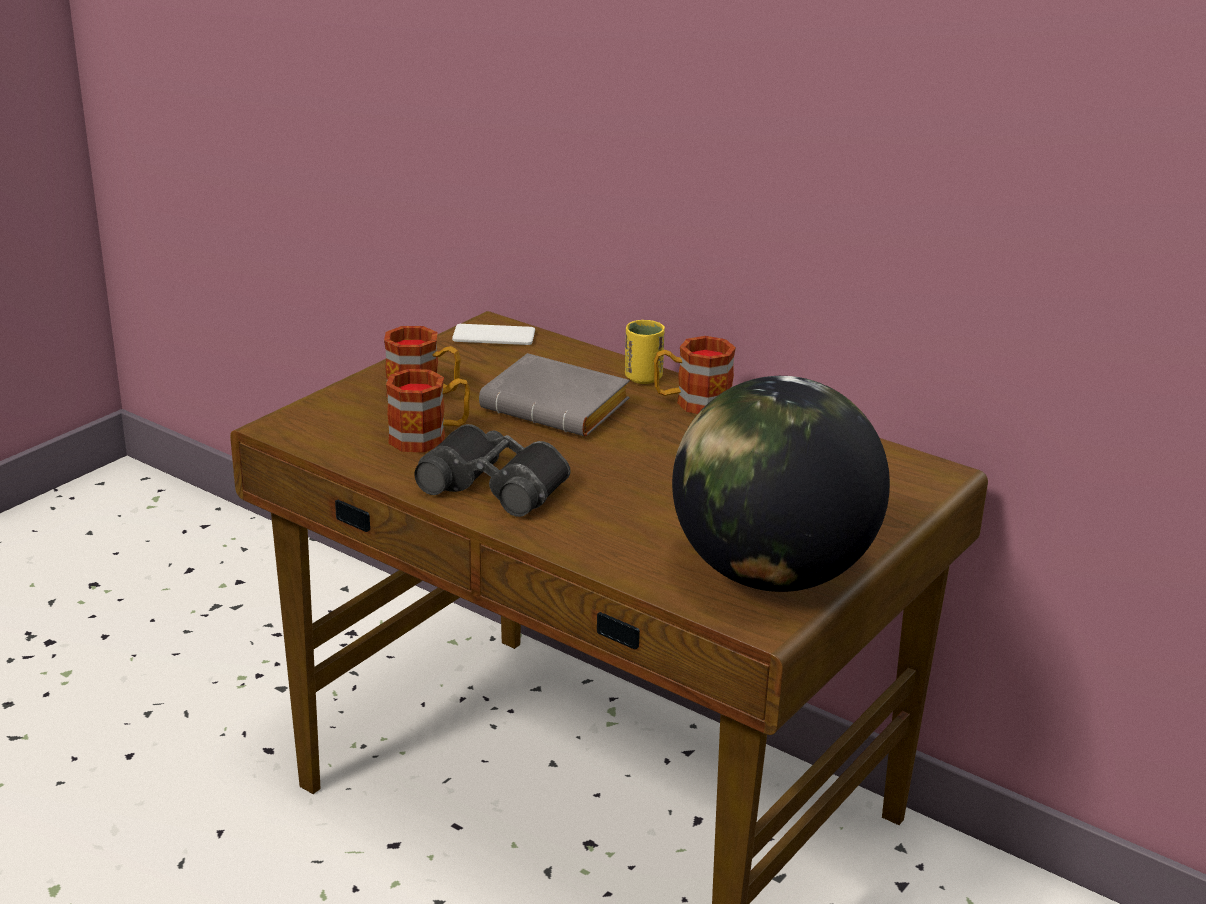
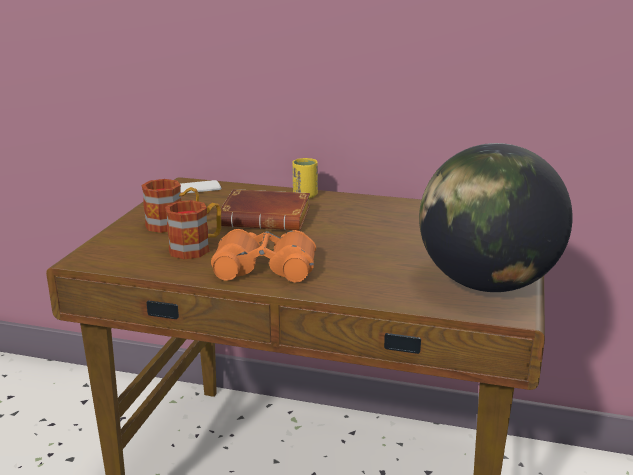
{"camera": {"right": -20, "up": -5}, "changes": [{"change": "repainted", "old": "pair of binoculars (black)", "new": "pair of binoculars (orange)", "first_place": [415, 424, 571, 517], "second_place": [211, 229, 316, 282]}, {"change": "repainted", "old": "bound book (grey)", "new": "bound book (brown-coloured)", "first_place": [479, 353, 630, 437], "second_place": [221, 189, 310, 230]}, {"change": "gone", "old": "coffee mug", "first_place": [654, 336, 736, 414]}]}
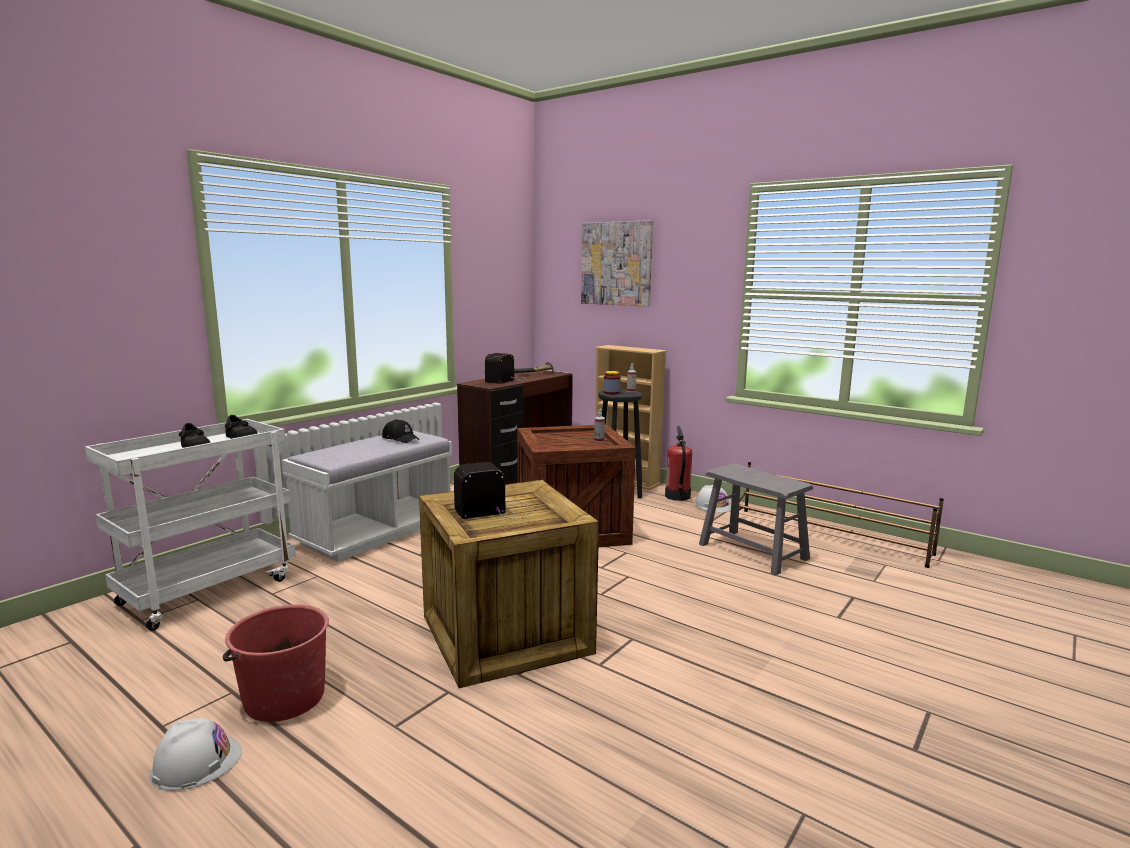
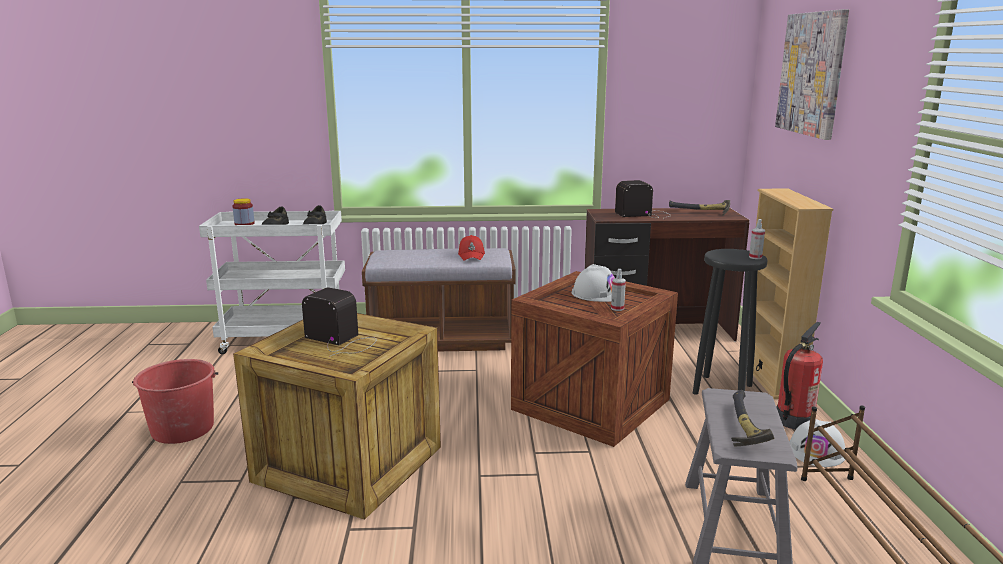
{"camera": {"right": 50, "up": 5}, "changes": [{"change": "shifted", "old": "jar", "first_place": [603, 371, 621, 394], "second_place": [233, 198, 255, 225]}, {"change": "repainted", "old": "bench (whitish)", "new": "bench (brown-coloured)", "first_place": [282, 431, 452, 562], "second_place": [362, 248, 516, 351]}, {"change": "repainted", "old": "baseball cap (black)", "new": "baseball cap (red)", "first_place": [382, 419, 419, 443], "second_place": [458, 235, 485, 261]}, {"change": "shifted", "old": "work helmet (whitish)", "first_place": [150, 718, 242, 791], "second_place": [572, 264, 615, 302]}, {"change": "new", "new": "hammer", "second_place": [731, 390, 774, 446]}]}
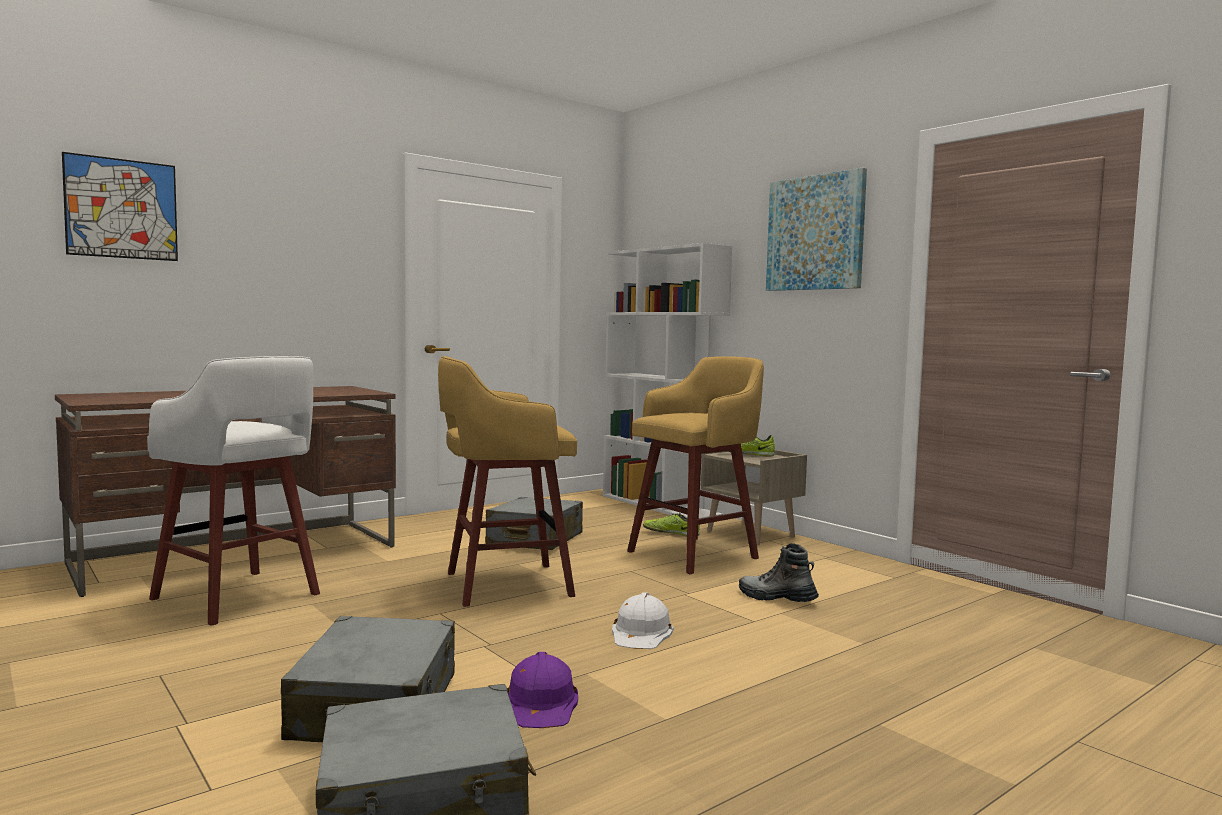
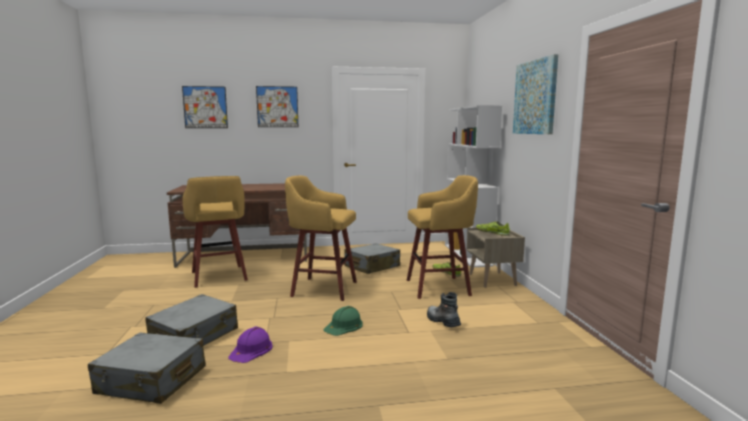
{"camera": {"right": 30, "up": 5}, "changes": [{"change": "repainted", "old": "stool seat (whitish)", "new": "stool seat (yellow-coloured)", "first_place": [147, 356, 320, 626], "second_place": [183, 176, 248, 288]}, {"change": "new", "new": "picture", "second_place": [256, 86, 298, 127]}, {"change": "repainted", "old": "work helmet (whitish)", "new": "work helmet (green)", "first_place": [612, 592, 674, 649], "second_place": [323, 306, 363, 336]}]}
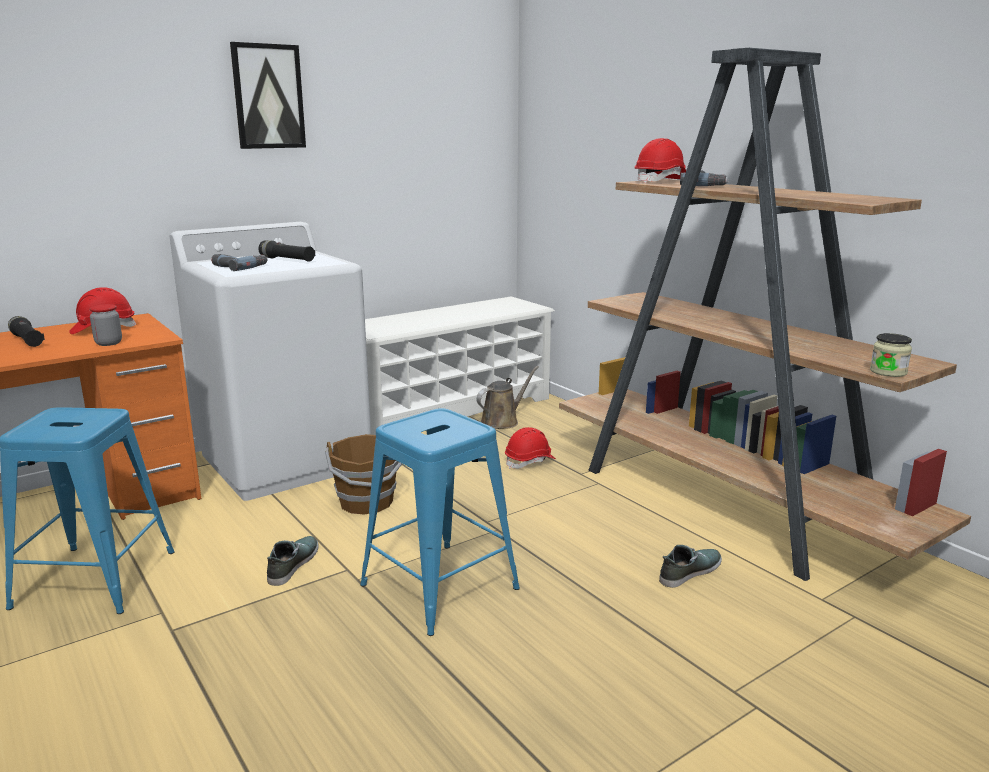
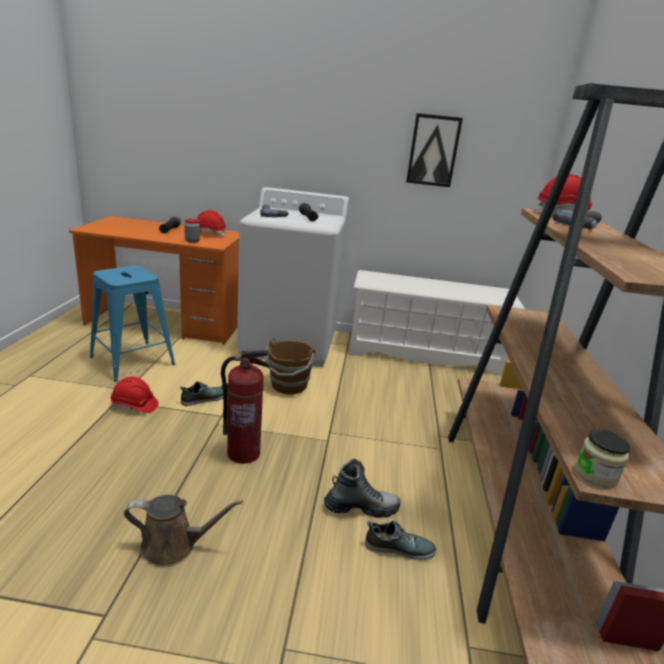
{"camera": {"right": 40, "up": 5}, "changes": [{"change": "shifted", "old": "work helmet (red)", "first_place": [505, 427, 556, 469], "second_place": [110, 377, 159, 413]}, {"change": "shifted", "old": "sprinkling can (brown-coloured)", "first_place": [476, 366, 539, 429], "second_place": [124, 495, 243, 568]}, {"change": "swapped", "old": "stool seat (blue)", "new": "extinguisher", "first_place": [360, 408, 520, 636], "second_place": [221, 350, 270, 464]}, {"change": "new", "new": "tall boot", "second_place": [324, 459, 400, 518]}, {"change": "shifted", "old": "picture", "first_place": [230, 42, 306, 149], "second_place": [406, 113, 463, 187]}]}
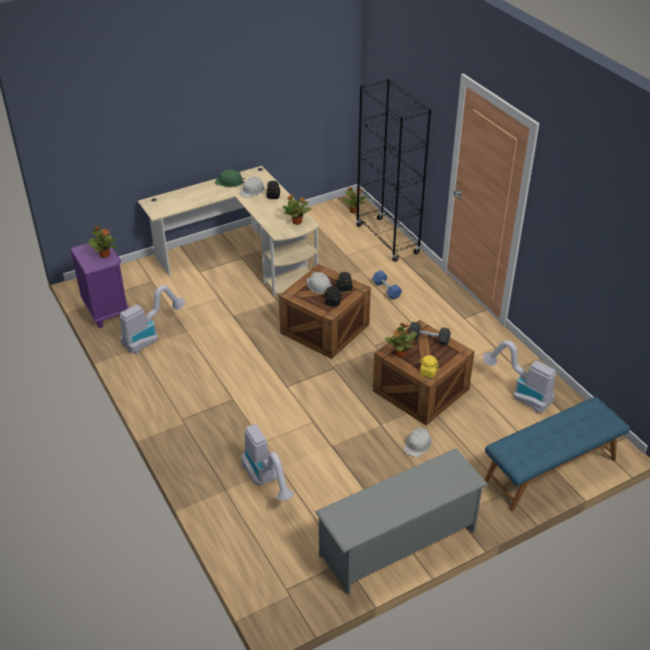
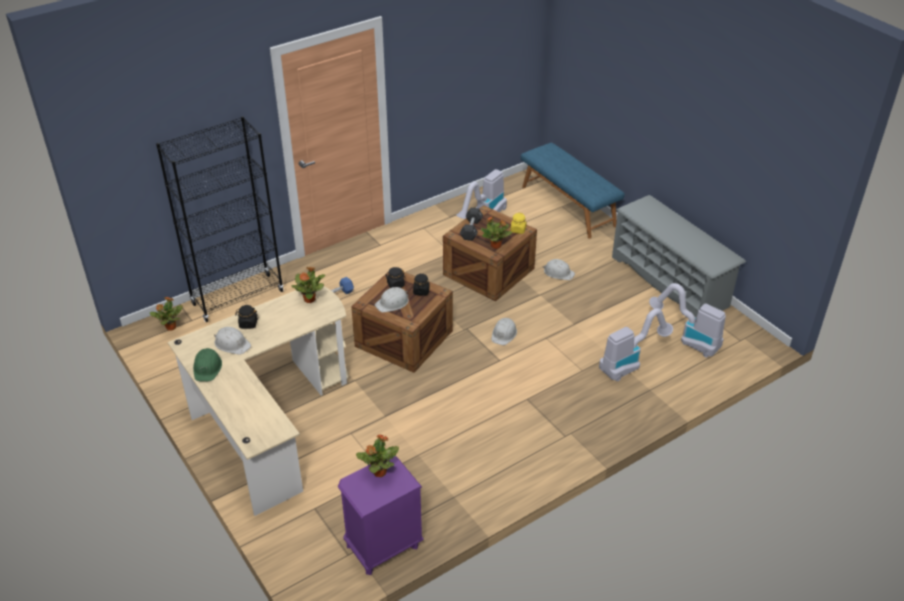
{"camera": {"right": -95, "up": 0}, "changes": [{"change": "new", "new": "work helmet (whitish)", "second_place": [491, 318, 517, 345]}, {"change": "shifted", "old": "vacuum cleaner", "first_place": [120, 285, 185, 354], "second_place": [649, 283, 726, 357]}]}
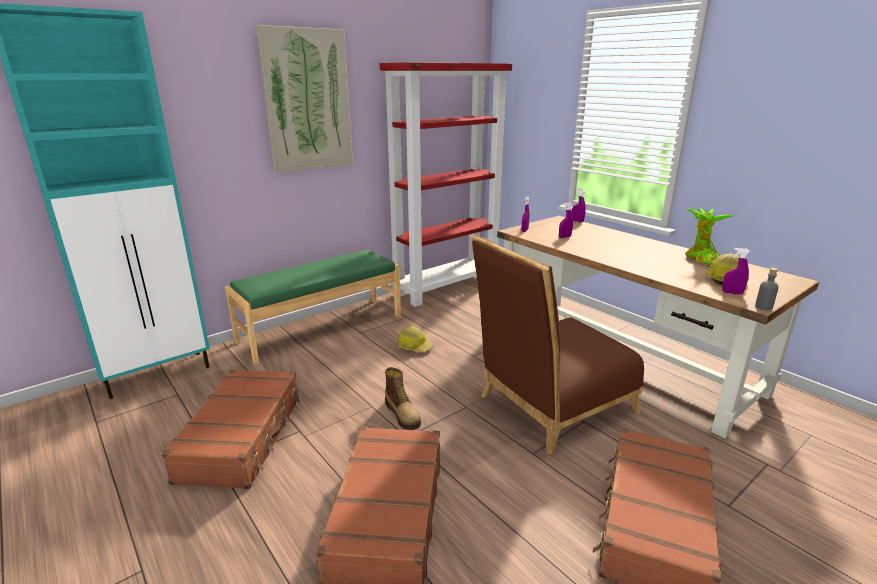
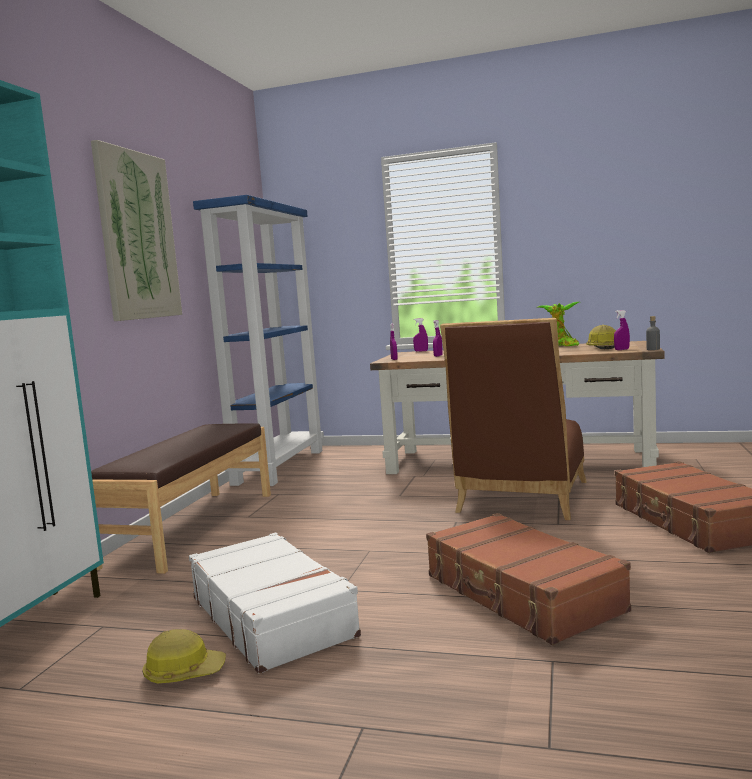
{"camera": {"right": -35, "up": -15}, "changes": [{"change": "repainted", "old": "bench (green)", "new": "bench (brown-coloured)", "first_place": [225, 250, 401, 365], "second_place": [91, 423, 271, 574]}, {"change": "shifted", "old": "work helmet", "first_place": [397, 326, 434, 352], "second_place": [142, 629, 226, 683]}, {"change": "repainted", "old": "travel case (brown-coloured)", "new": "travel case (whitish)", "first_place": [161, 369, 300, 489], "second_place": [189, 533, 361, 674]}, {"change": "repainted", "old": "shelving unit (red)", "new": "shelving unit (blue)", "first_place": [380, 62, 512, 307], "second_place": [193, 195, 324, 486]}, {"change": "gone", "old": "tall boot", "first_place": [385, 367, 421, 430]}]}
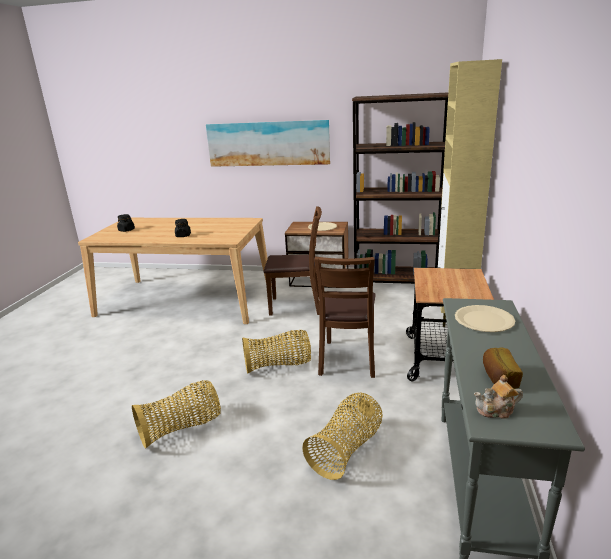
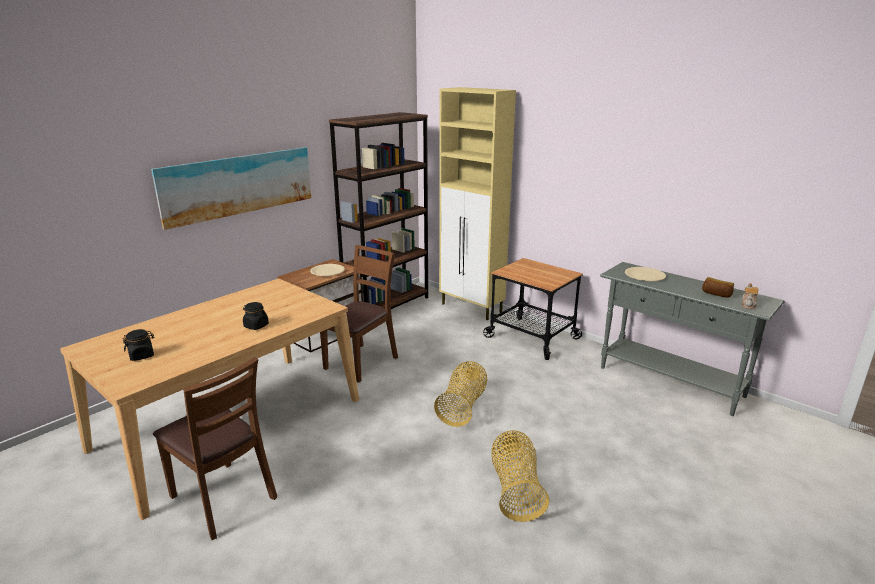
{"camera": {"right": -60, "up": 0}, "changes": [{"change": "shifted", "old": "upright chair (brown-coloured)", "first_place": [314, 257, 375, 378], "second_place": [153, 357, 277, 540]}, {"change": "gone", "old": "storage basket", "first_place": [302, 392, 383, 480]}]}
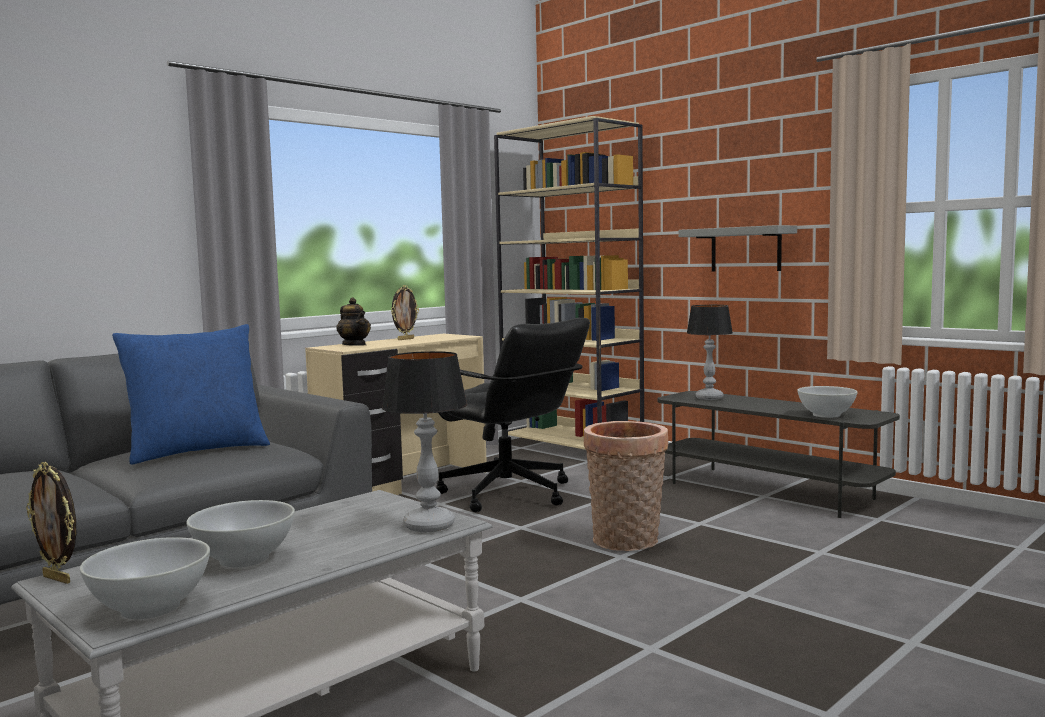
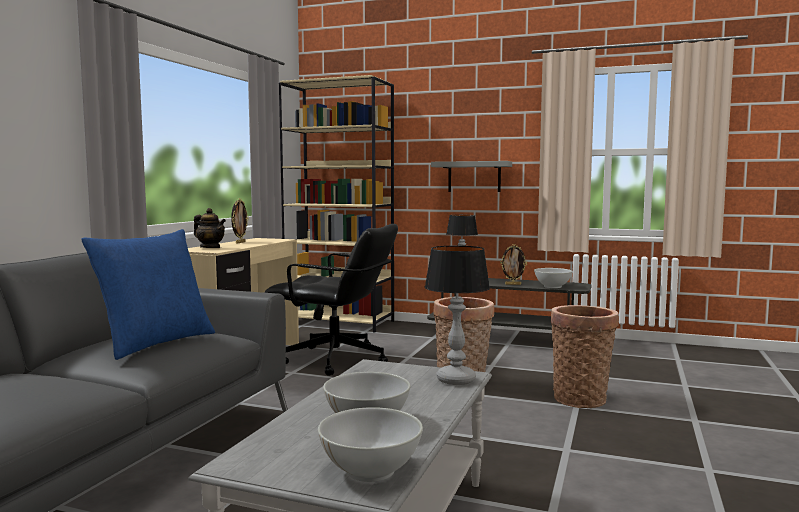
{"camera": {"right": -25, "up": 0}, "changes": [{"change": "shifted", "old": "picture frame", "first_place": [26, 462, 76, 584], "second_place": [500, 244, 527, 285]}, {"change": "new", "new": "storage basket", "second_place": [551, 305, 618, 408]}]}
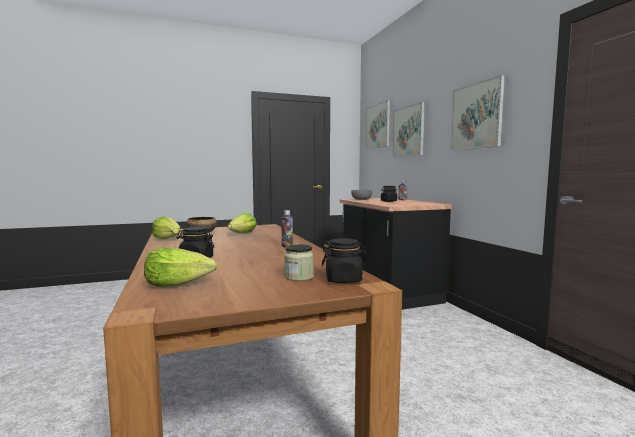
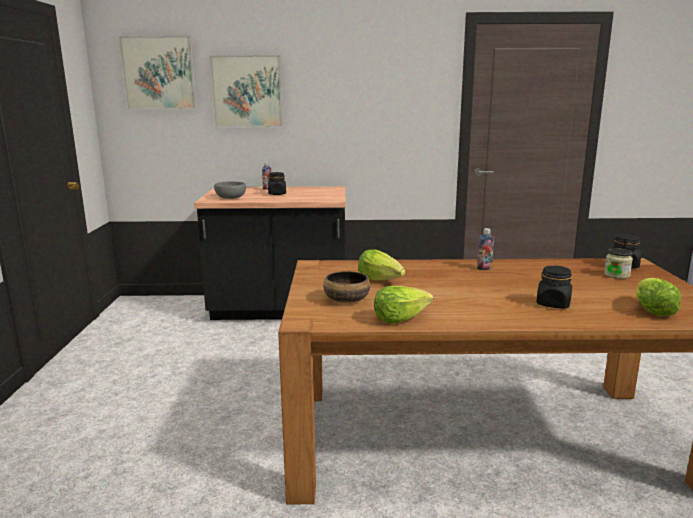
{"camera": {"right": -70, "up": 10}, "changes": [{"change": "gone", "old": "picture", "first_place": [450, 75, 505, 151]}]}
